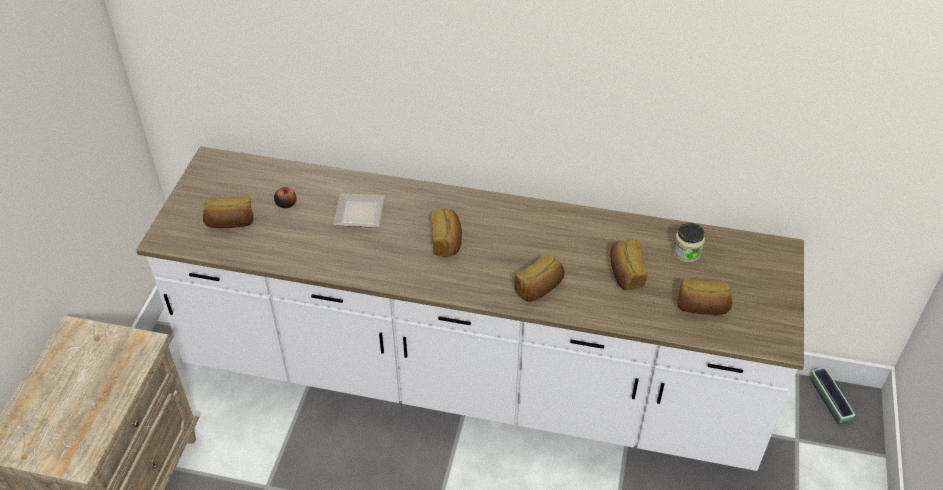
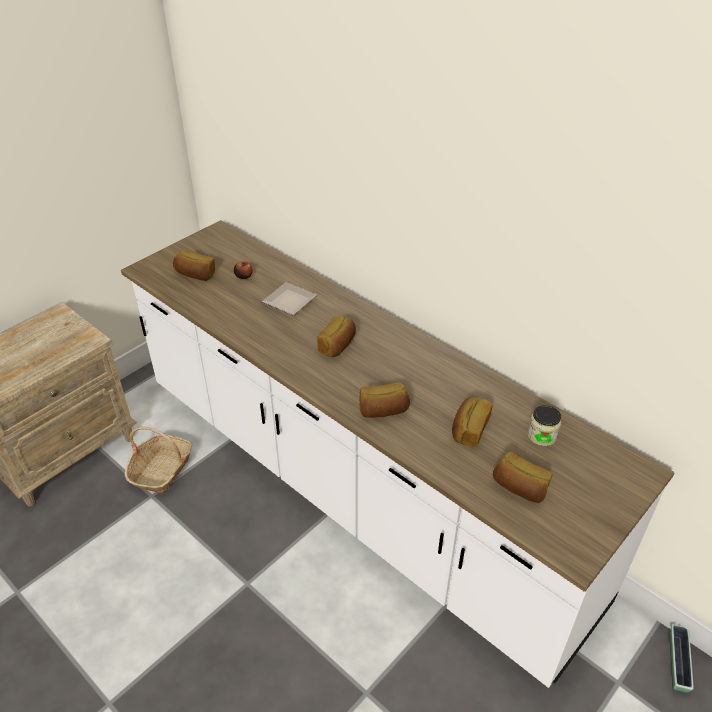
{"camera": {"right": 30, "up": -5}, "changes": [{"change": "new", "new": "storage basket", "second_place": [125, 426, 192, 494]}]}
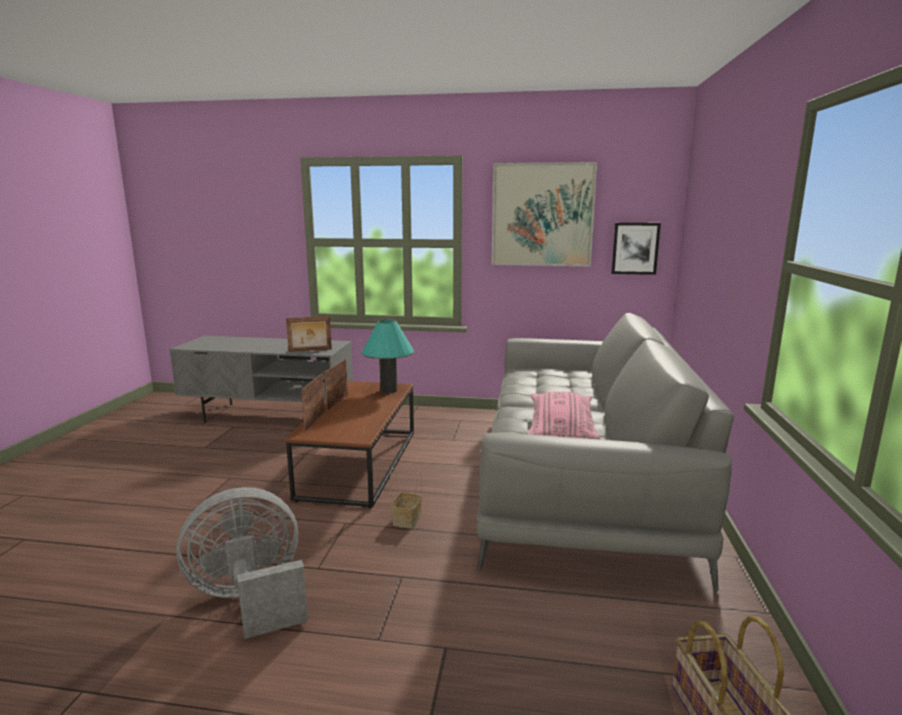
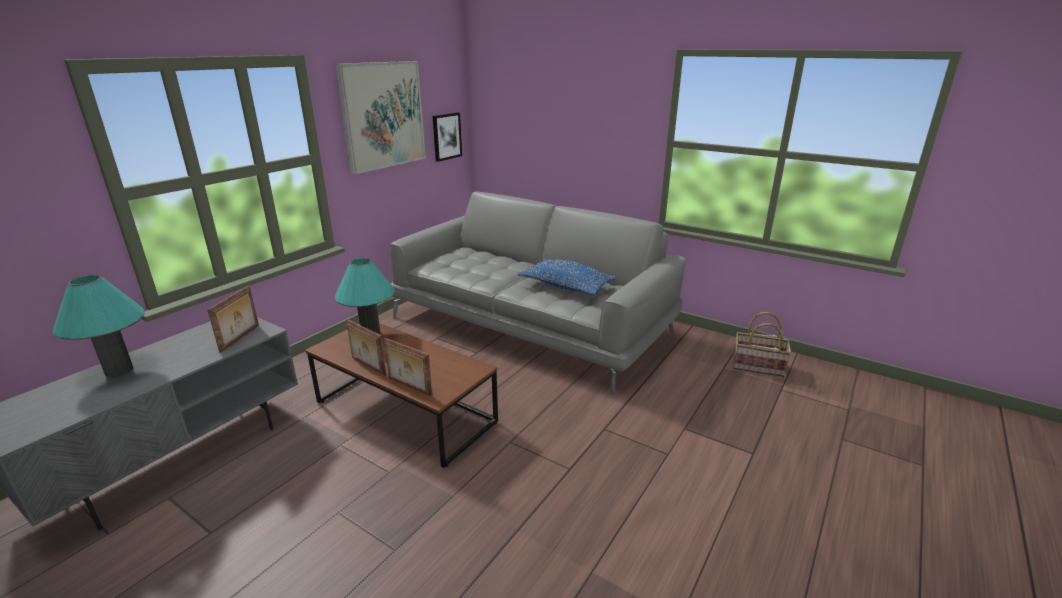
{"camera": {"right": -65, "up": 10}, "changes": [{"change": "new", "new": "lamp for a table (turquoise-coloured)", "second_place": [53, 275, 145, 377]}, {"change": "repainted", "old": "throw pillow (pink)", "new": "throw pillow (blue)", "first_place": [527, 391, 600, 439], "second_place": [518, 259, 617, 296]}, {"change": "gone", "old": "cooling fan (grey)", "first_place": [176, 487, 308, 639]}, {"change": "gone", "old": "storage basket", "first_place": [390, 468, 422, 529]}]}
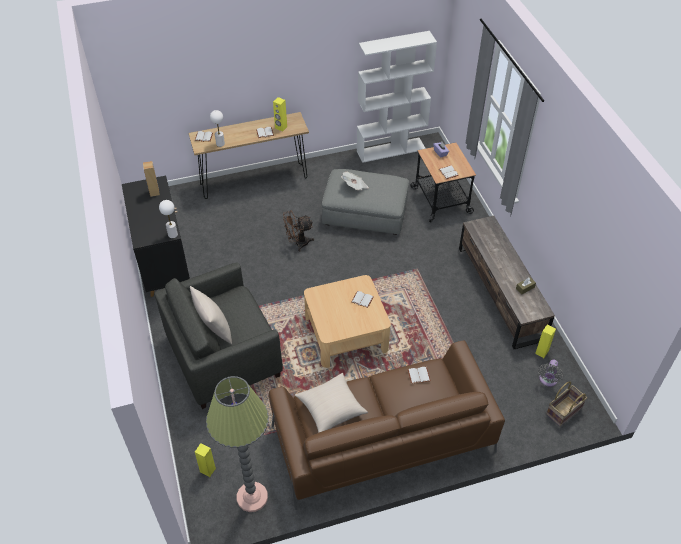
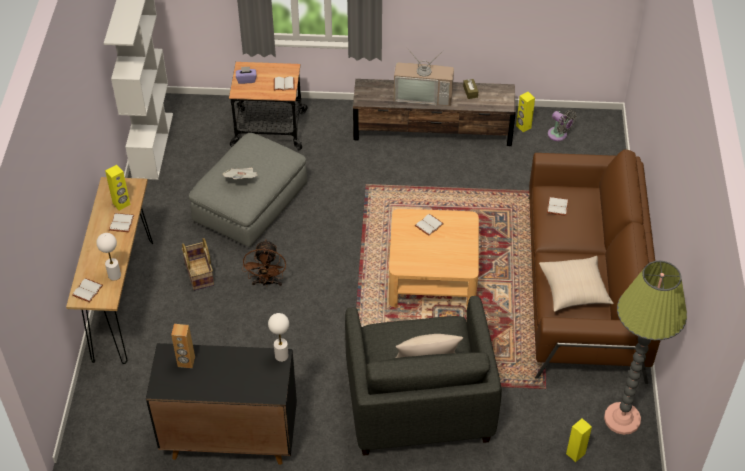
{"camera": {"right": -70, "up": 0}, "changes": [{"change": "shifted", "old": "storage basket", "first_place": [546, 381, 587, 426], "second_place": [182, 238, 214, 290]}, {"change": "new", "new": "TV", "second_place": [394, 47, 454, 106]}]}
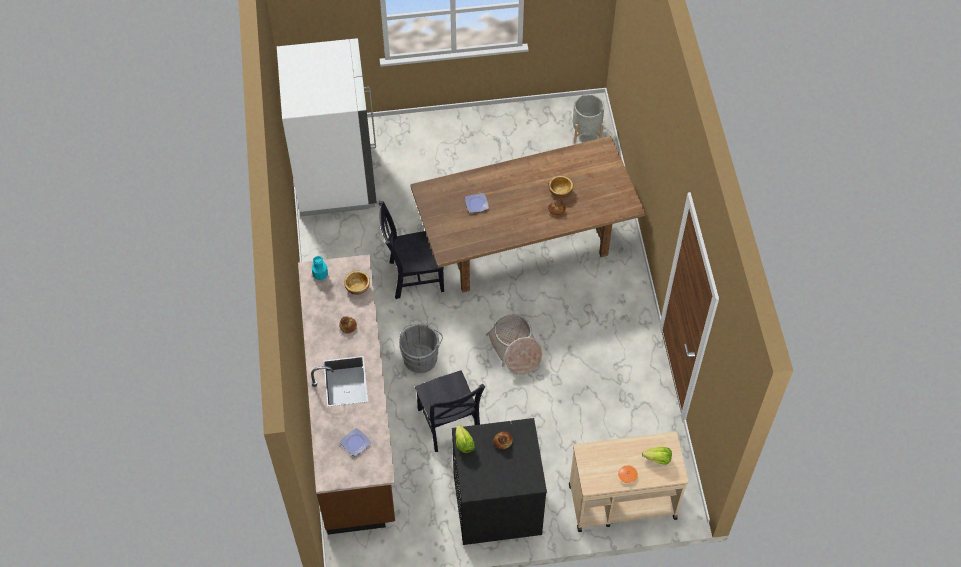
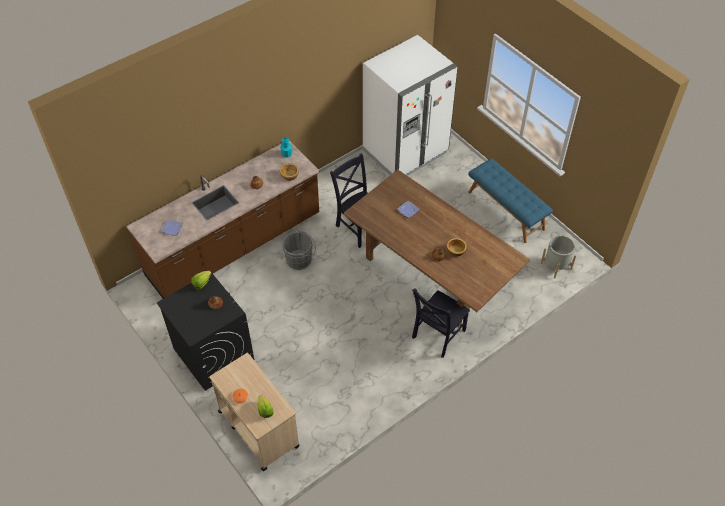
{"camera": {"right": 60, "up": -5}, "changes": [{"change": "shifted", "old": "upright chair (black)", "first_place": [415, 370, 485, 452], "second_place": [412, 288, 470, 358]}, {"change": "new", "new": "bench (blue)", "second_place": [468, 158, 553, 243]}, {"change": "gone", "old": "storage basket", "first_place": [486, 314, 542, 375]}]}
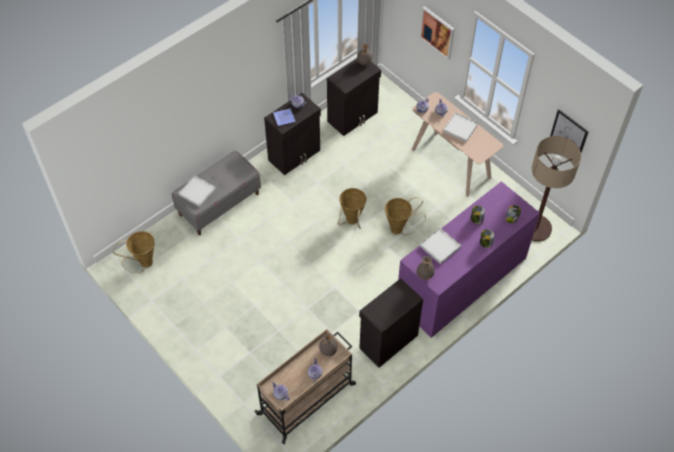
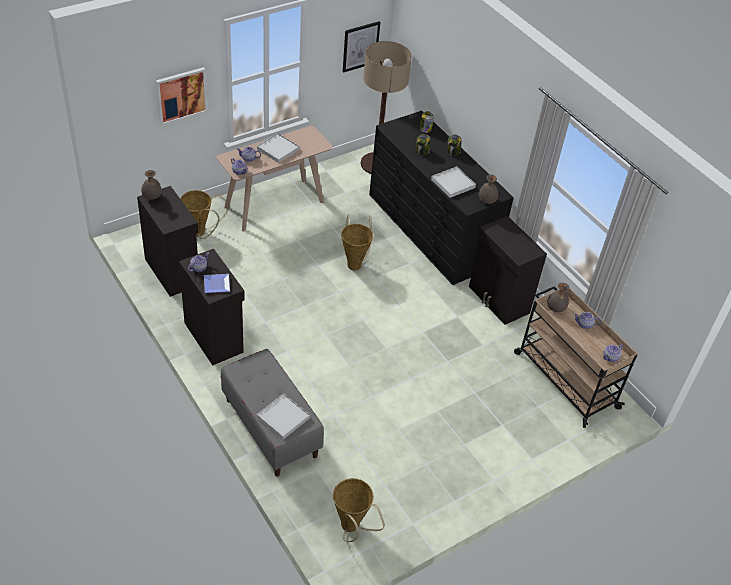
{"camera": {"right": -85, "up": -10}, "changes": [{"change": "shifted", "old": "storage basket", "first_place": [338, 188, 367, 229], "second_place": [180, 190, 229, 239]}, {"change": "repainted", "old": "drawer chest (purple-coloured)", "new": "drawer chest (black)", "first_place": [398, 181, 540, 338], "second_place": [369, 111, 514, 285]}]}
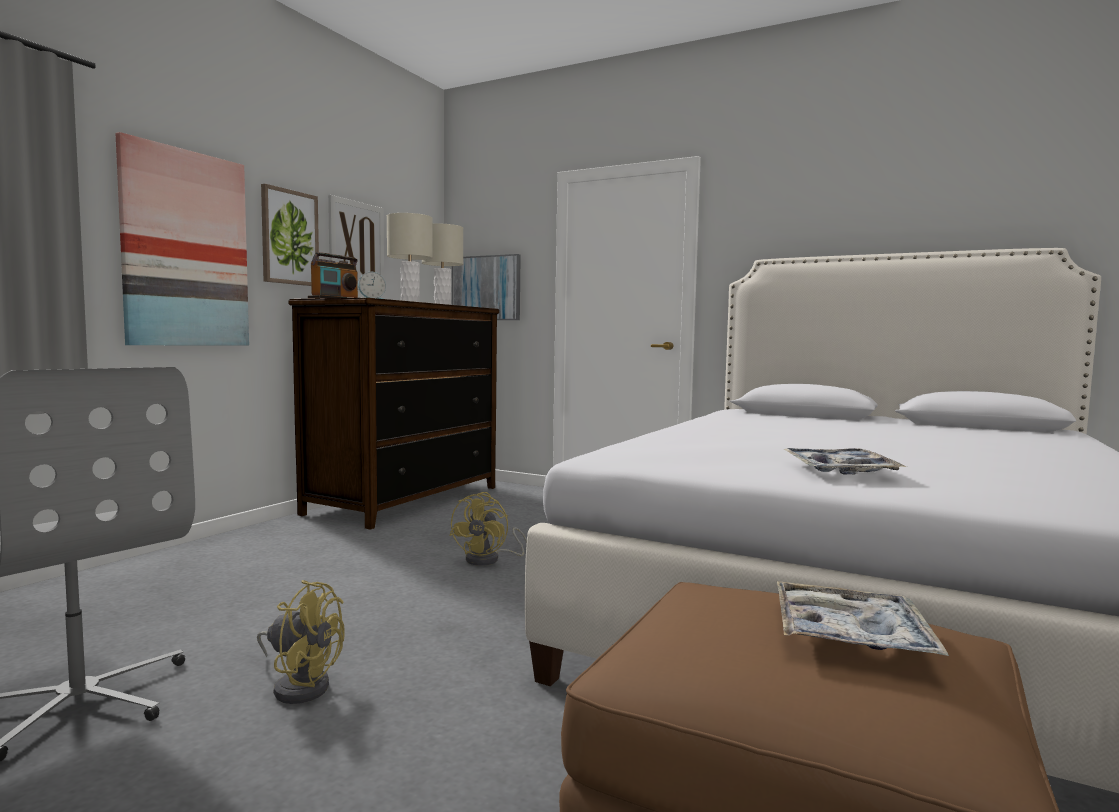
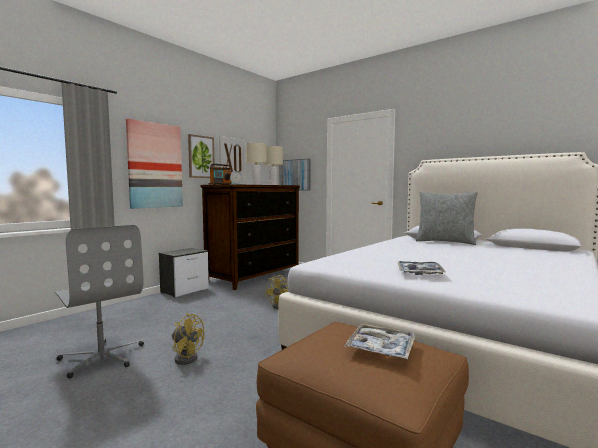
{"camera": {"right": 10, "up": 0}, "changes": [{"change": "new", "new": "night table", "second_place": [159, 248, 209, 298]}, {"change": "new", "new": "throw pillow (grey)", "second_place": [416, 192, 478, 245]}]}
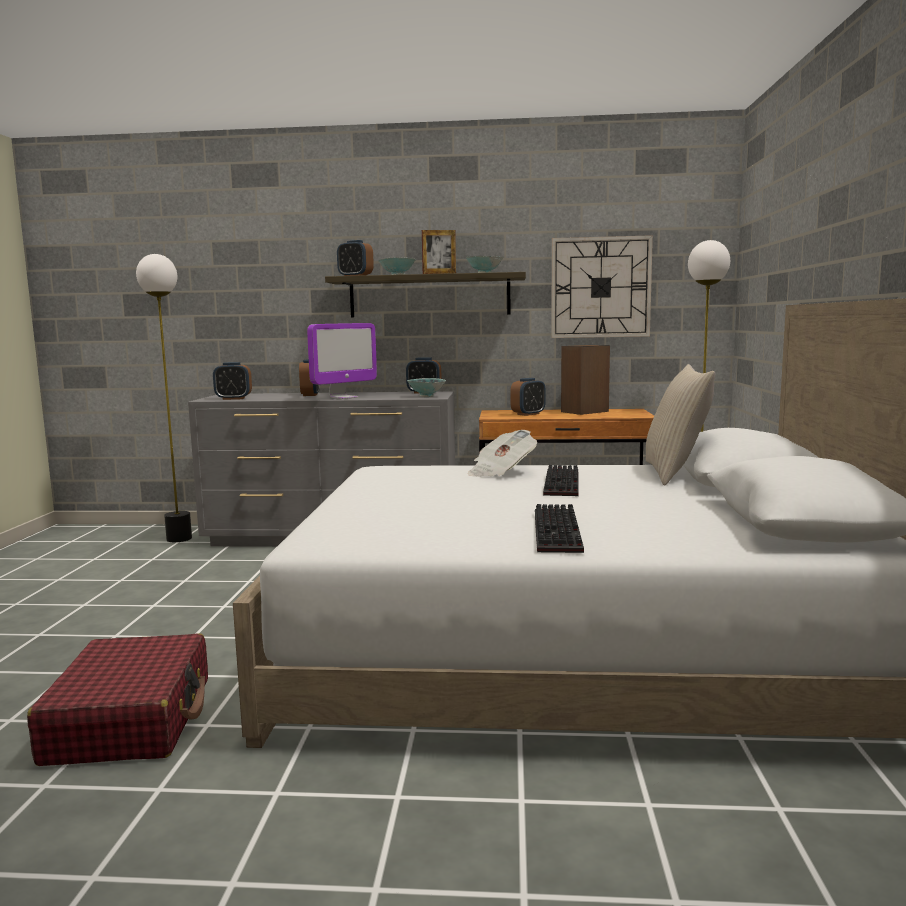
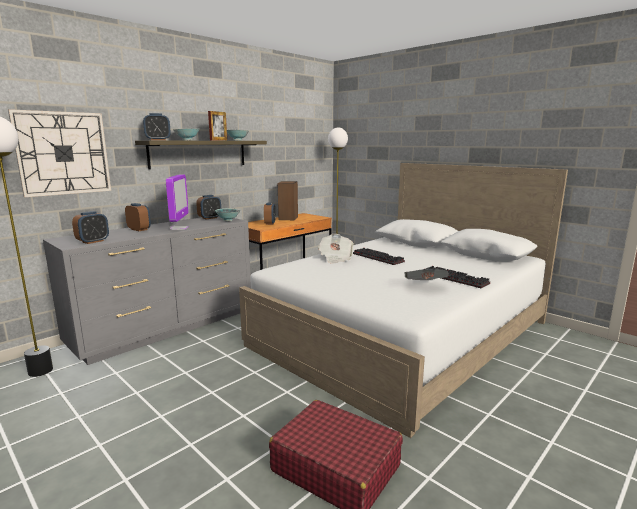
{"camera": {"right": -50, "up": 5}, "changes": [{"change": "shifted", "old": "wall clock", "first_place": [551, 235, 653, 338], "second_place": [8, 109, 111, 197]}, {"change": "new", "new": "newspaper", "second_place": [404, 269, 449, 280]}, {"change": "gone", "old": "throw pillow (beige-coloured)", "first_place": [646, 364, 715, 485]}]}
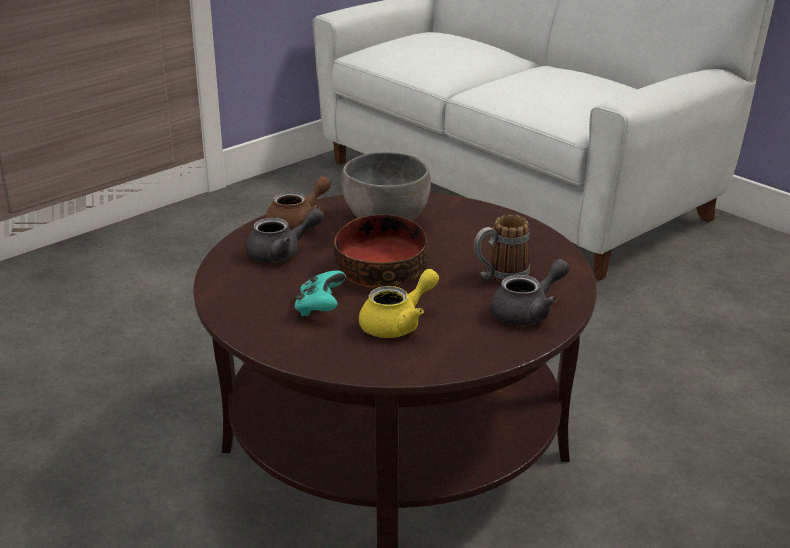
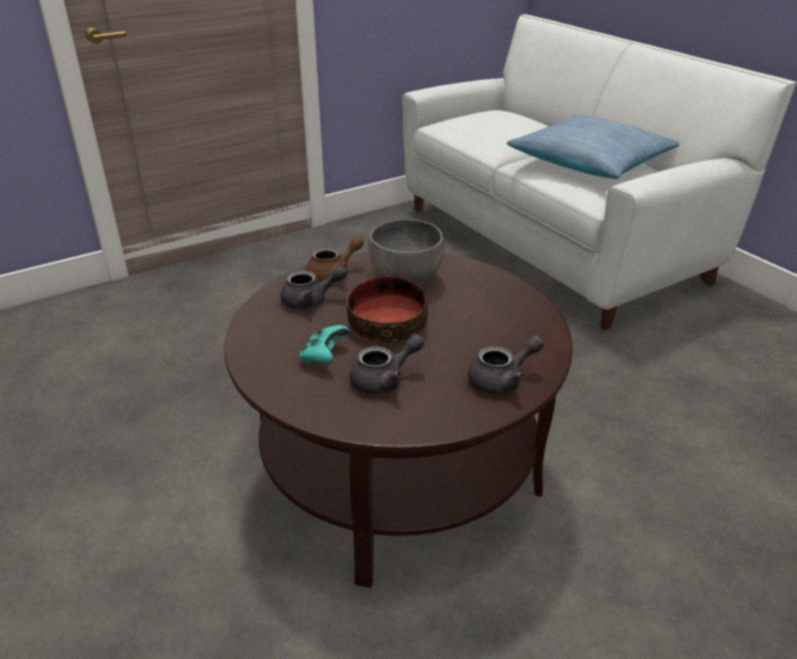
{"camera": {"right": 10, "up": 5}, "changes": [{"change": "repainted", "old": "pot for tea (yellow-coloured)", "new": "pot for tea (grey)", "first_place": [359, 269, 439, 338], "second_place": [350, 334, 425, 394]}, {"change": "new", "new": "throw pillow", "second_place": [507, 115, 680, 179]}, {"change": "gone", "old": "coffee mug", "first_place": [474, 215, 530, 283]}]}
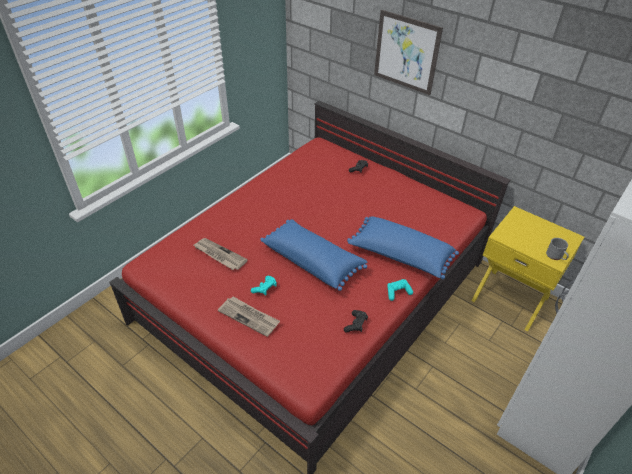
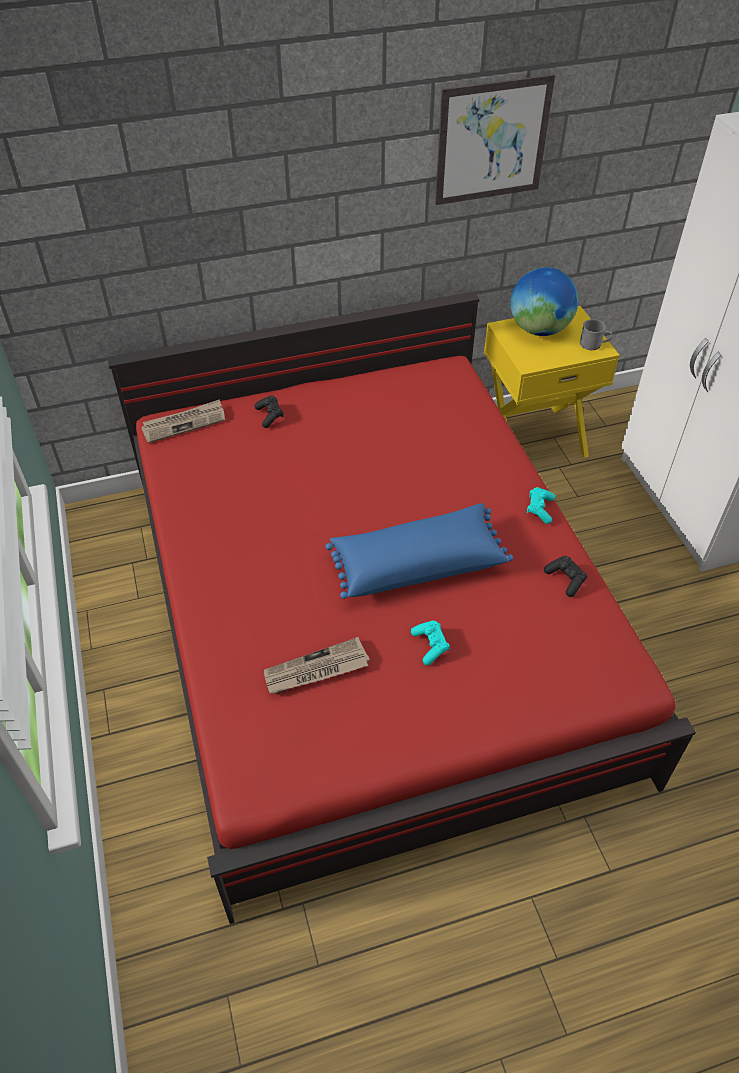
{"camera": {"right": -55, "up": 5}, "changes": [{"change": "shifted", "old": "newspaper", "first_place": [218, 296, 280, 337], "second_place": [141, 399, 225, 443]}, {"change": "shifted", "old": "picture", "first_place": [374, 10, 443, 95], "second_place": [435, 74, 555, 205]}, {"change": "new", "new": "globe", "second_place": [511, 267, 578, 336]}, {"change": "gone", "old": "throw pillow (blue)", "first_place": [347, 216, 459, 279]}]}
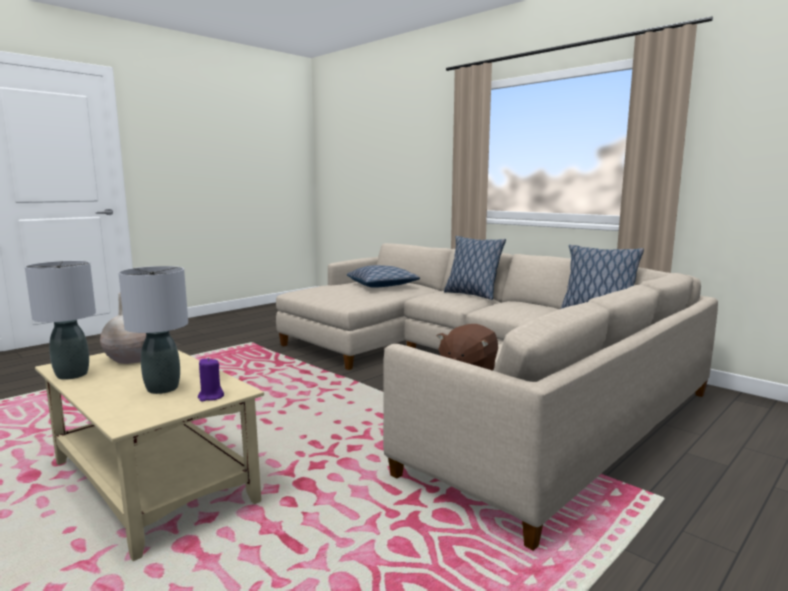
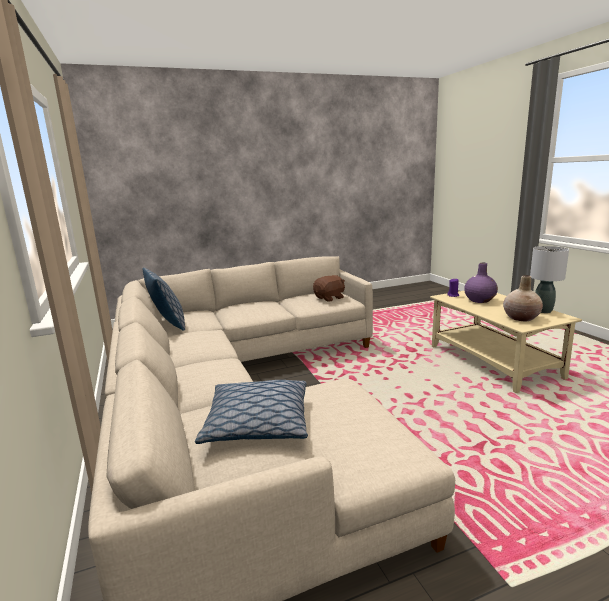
{"camera": {"right": -155, "up": 5}, "changes": [{"change": "swapped", "old": "lamp for a table (grey)", "new": "vase (purple-coloured)", "first_place": [118, 266, 188, 394], "second_place": [464, 263, 498, 303]}, {"change": "gone", "old": "throw pillow", "first_place": [444, 236, 506, 300]}]}
